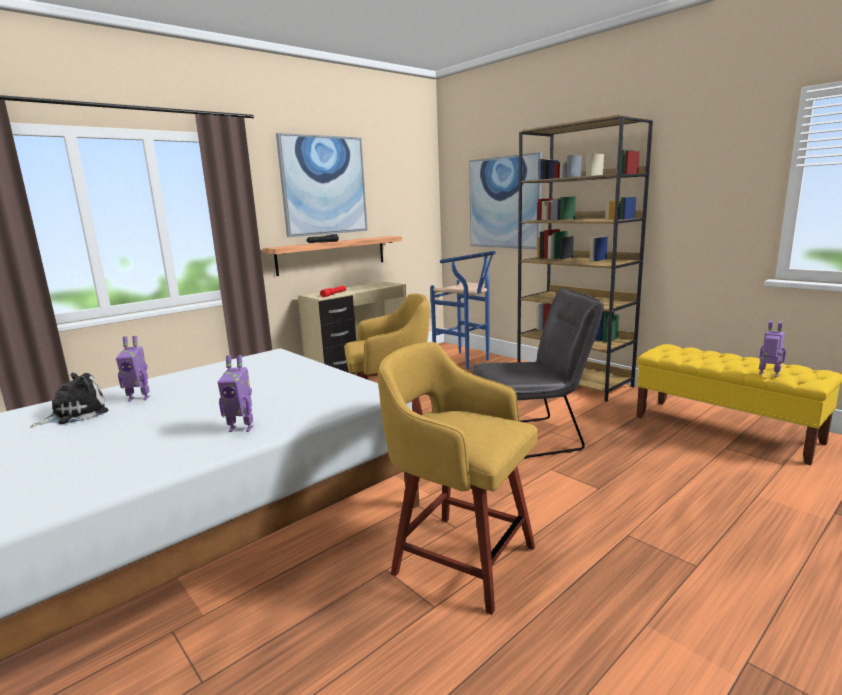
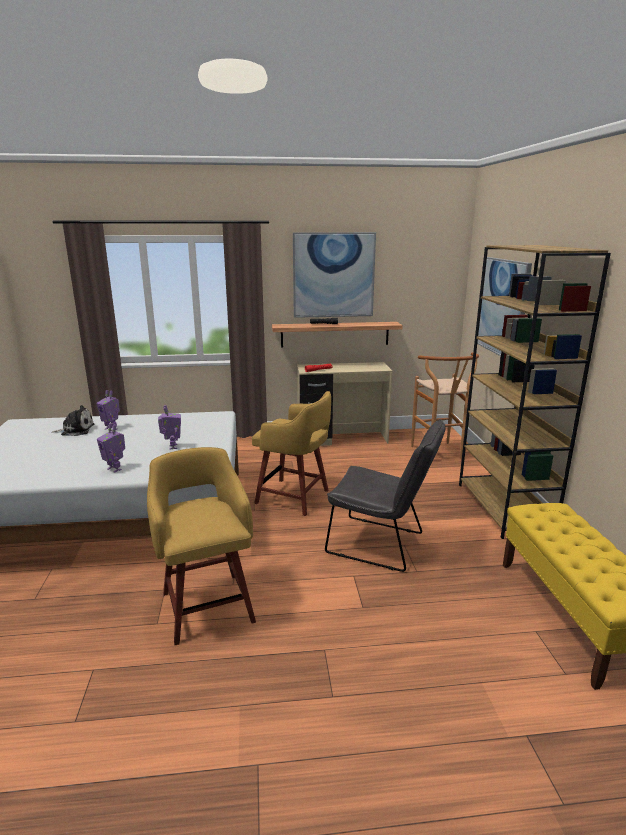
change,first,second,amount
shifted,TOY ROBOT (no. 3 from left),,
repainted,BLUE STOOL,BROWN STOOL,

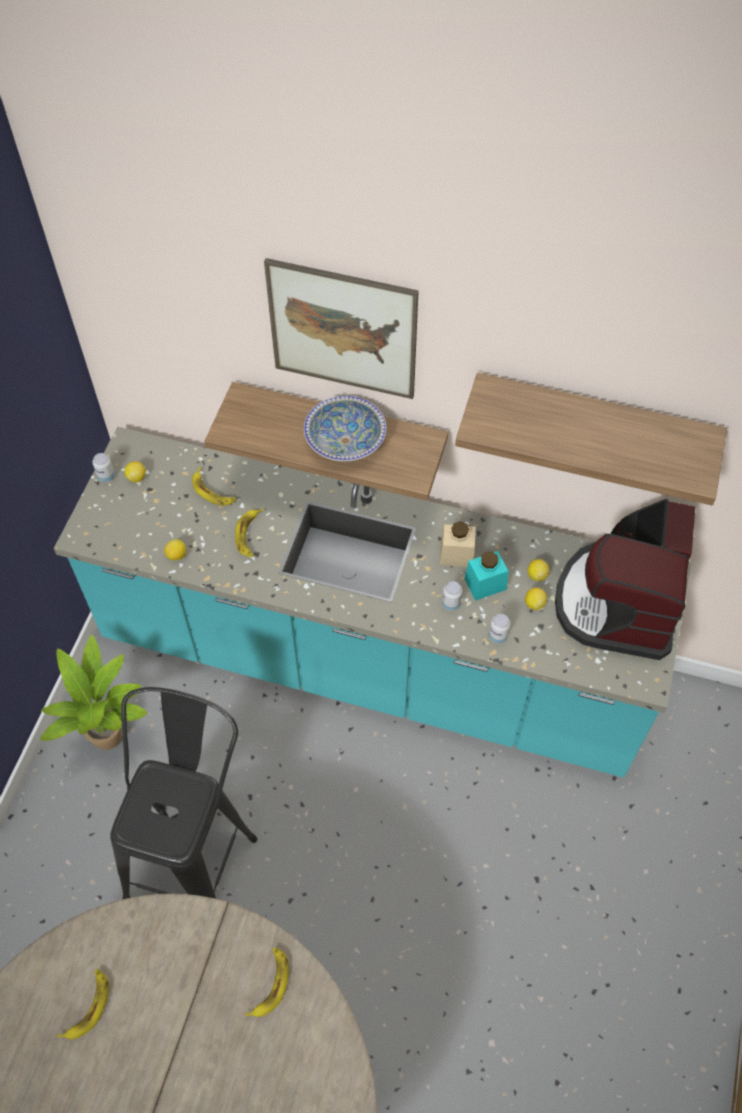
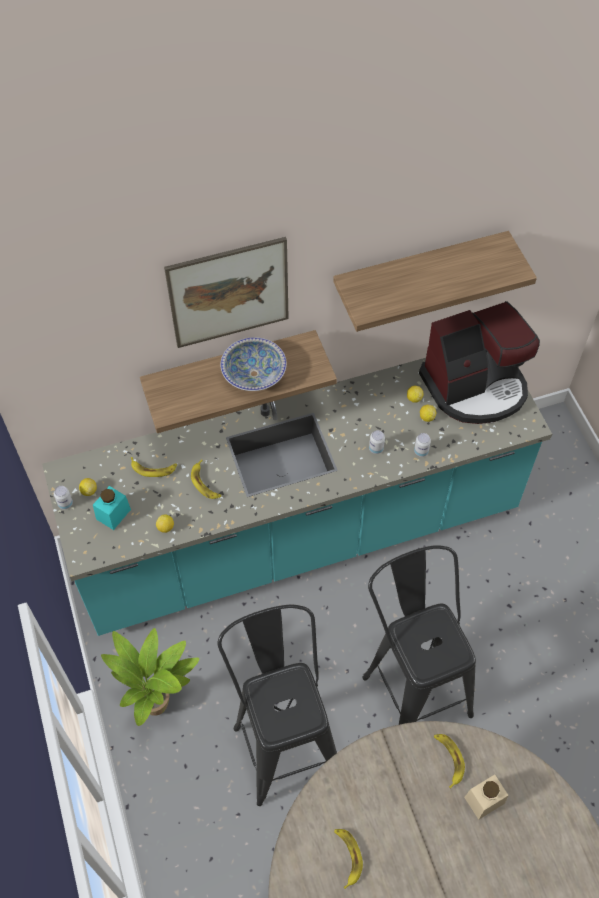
change,first,second,amount
shifted,TURQUOISE JAR,,
new,,BLACK STOOL (no. 2 from left),
rotated,COFFEE MACHINE,,90 degrees counterclockwise
shifted,BEIGE JAR,,

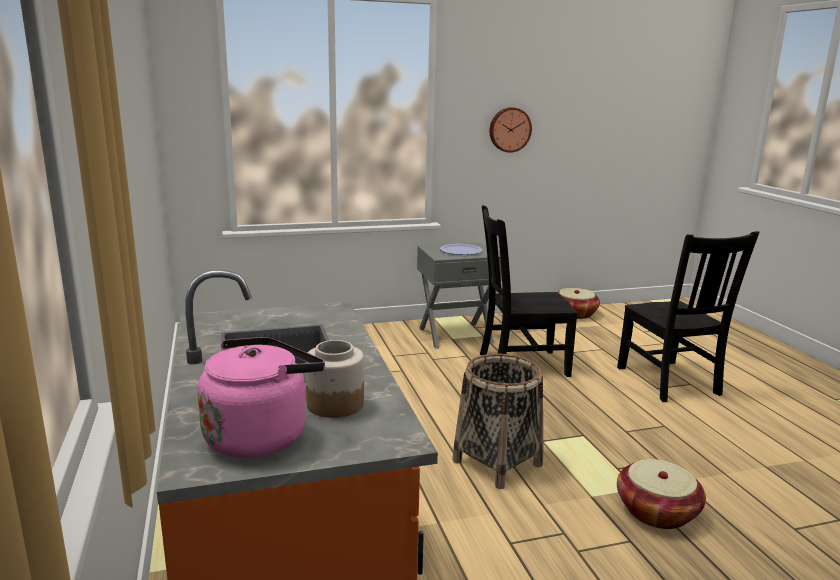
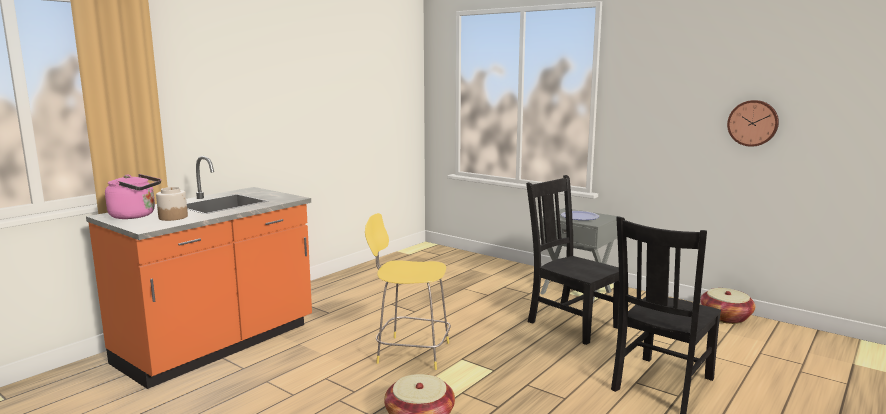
change,first,second,amount
swapped,BASKET (no. 1 from left),YELLOW STOOL,
shifted,WALL CLOCK,,

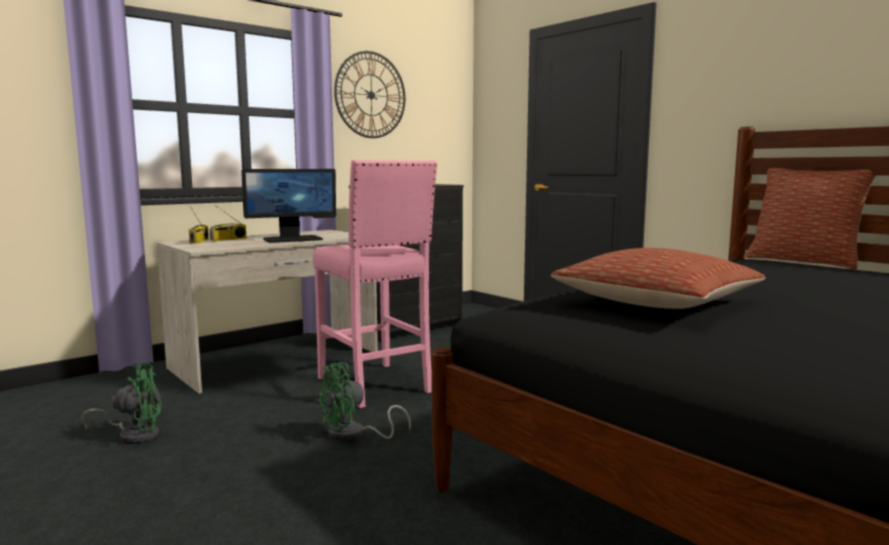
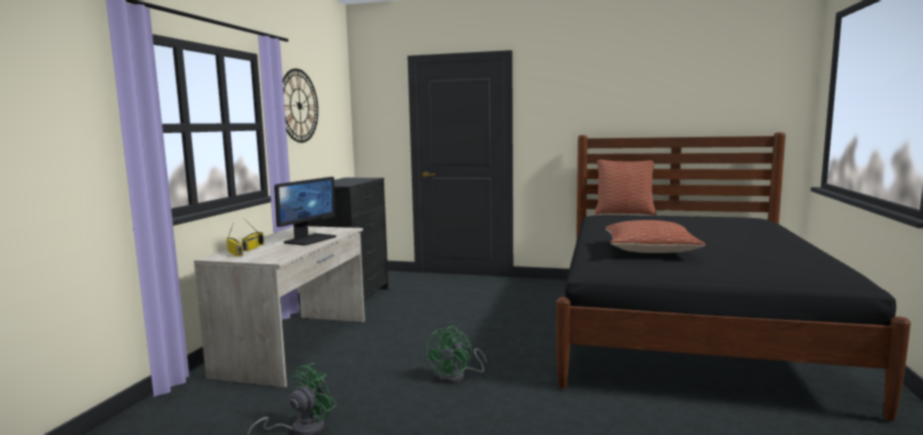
change,first,second,amount
gone,PINK STOOL,,

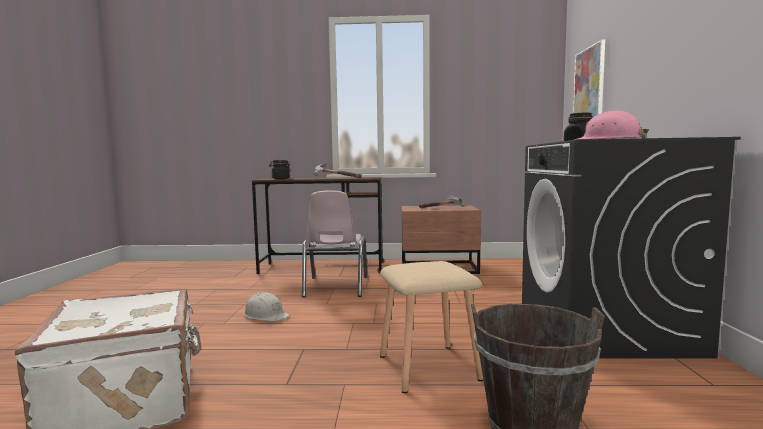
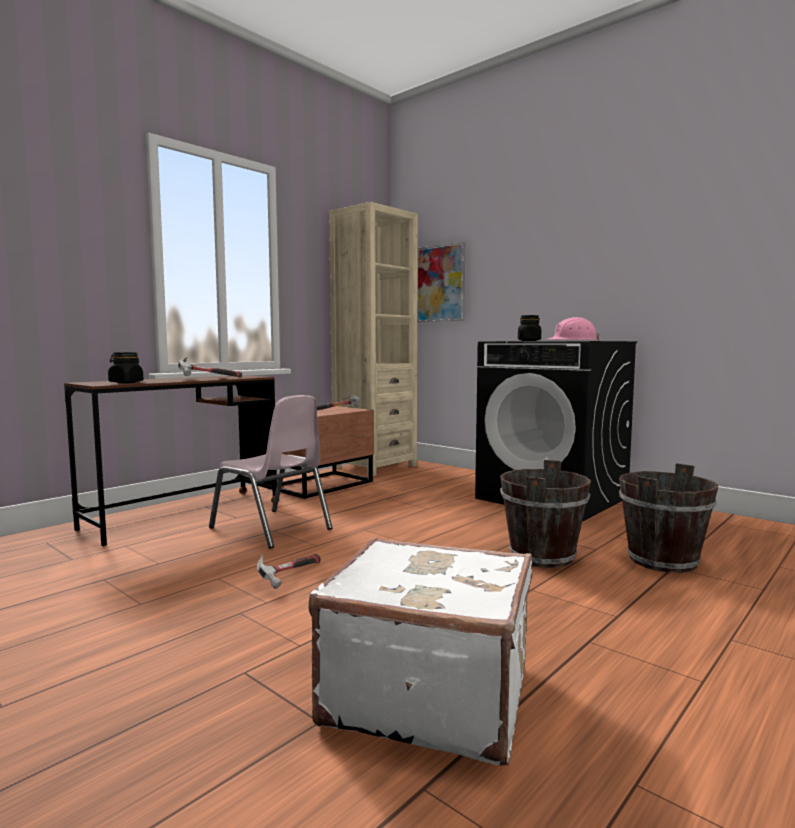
change,first,second,amount
swapped,WHITE HARD HAT,HAMMER (no. 2 from left),
new,,BEIGE BOOKCASE,
swapped,BEIGE STOOL,BROWN BUCKET (no. 1 from left),

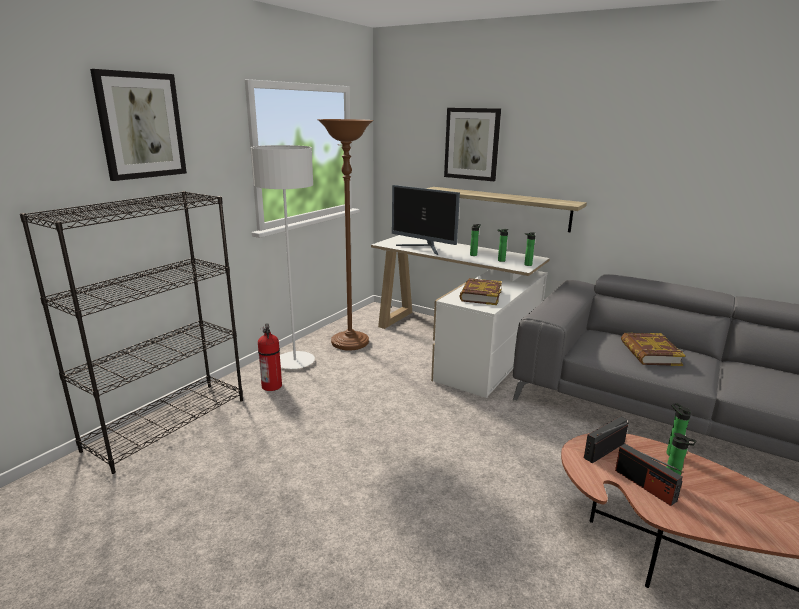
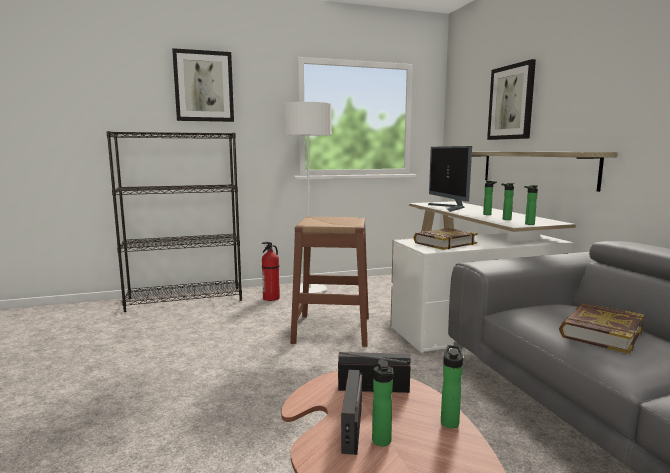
change,first,second,amount
new,,BROWN STOOL,
gone,BROWN FLOOR LAMP,,

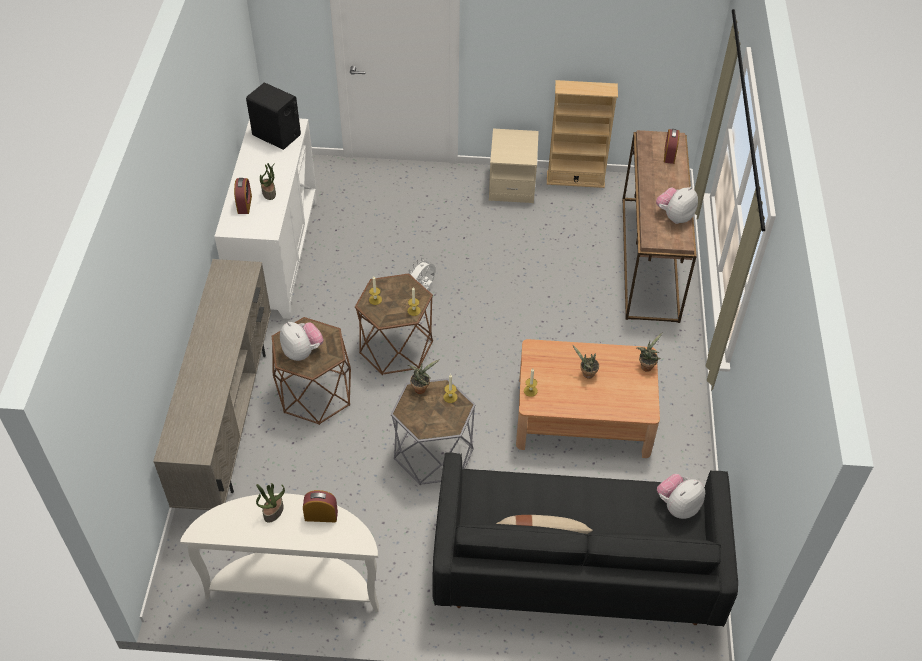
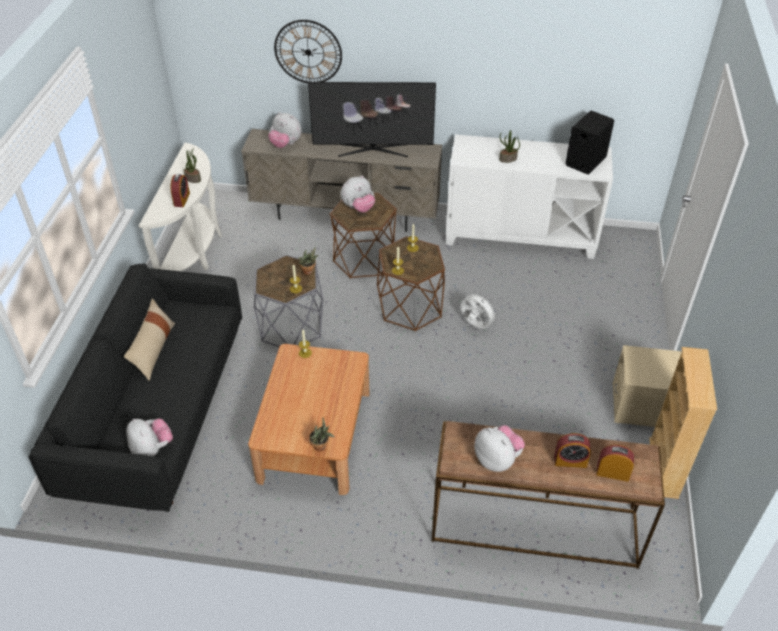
change,first,second,amount
new,,PLUSH TOY (no. 2 from left),
new,,WALL CLOCK,
new,,TELEVISION,
shifted,ALARM CLOCK (no. 1 from left in the first image),ALARM CLOCK (no. 2 from left),
gone,POTTED PLANT (no. 4 from left),,

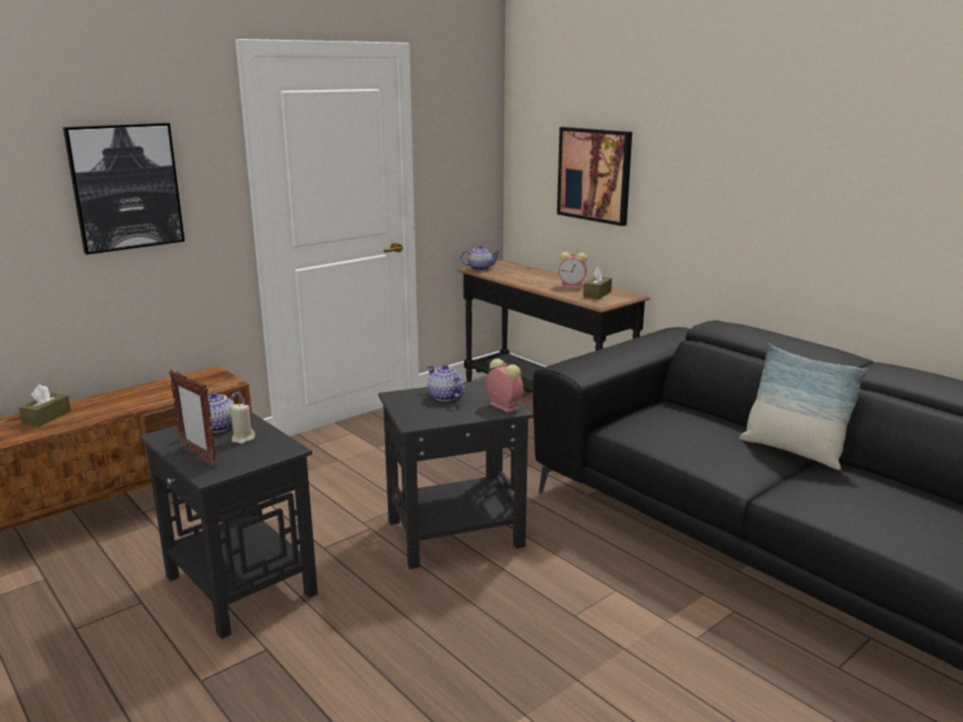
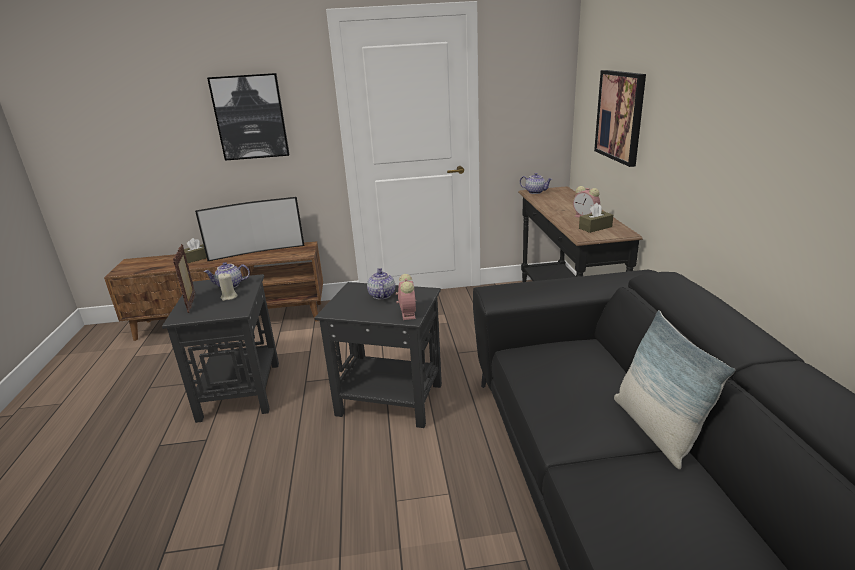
change,first,second,amount
new,,TELEVISION,

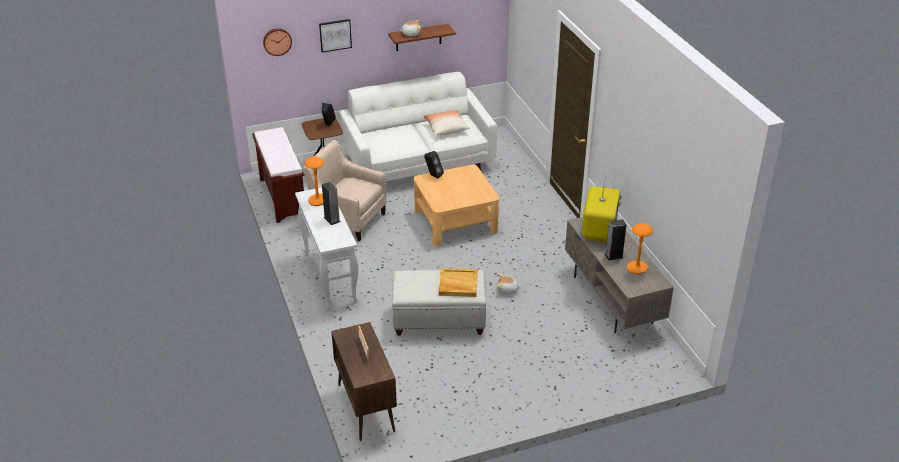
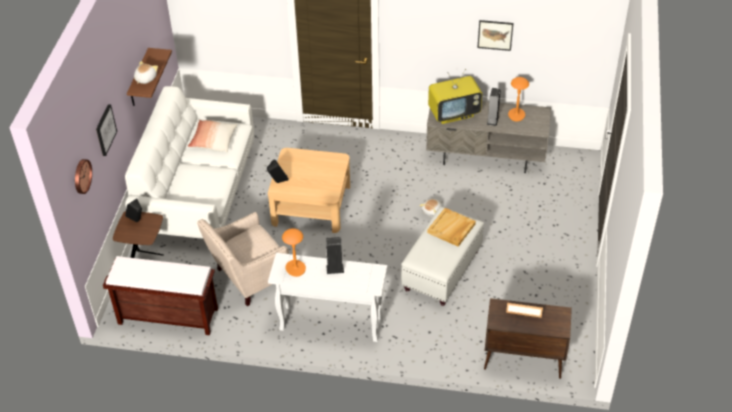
change,first,second,amount
rotated,TELEVISION,,120 degrees clockwise
new,,PICTURE (no. 2 from left),

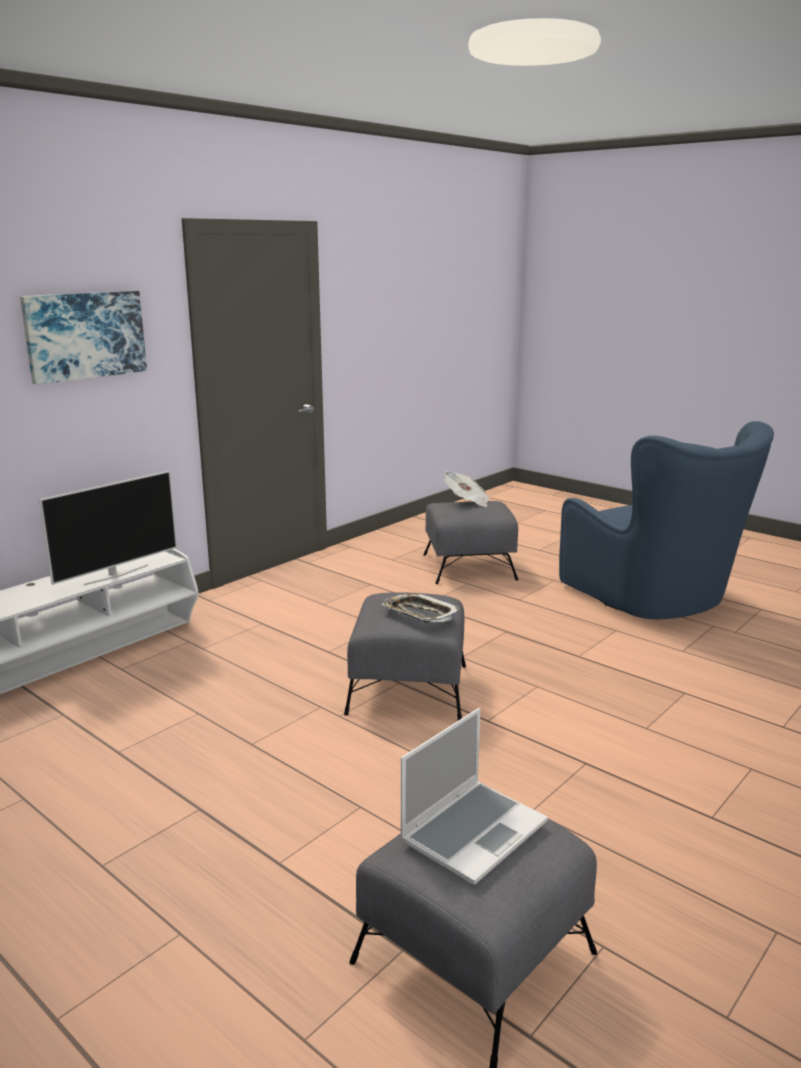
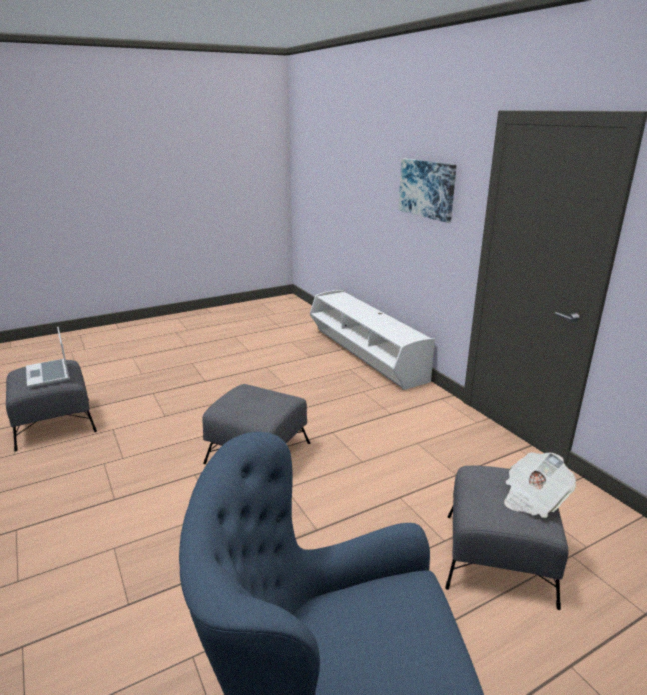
change,first,second,amount
gone,TELEVISION,,
gone,TRAY,,

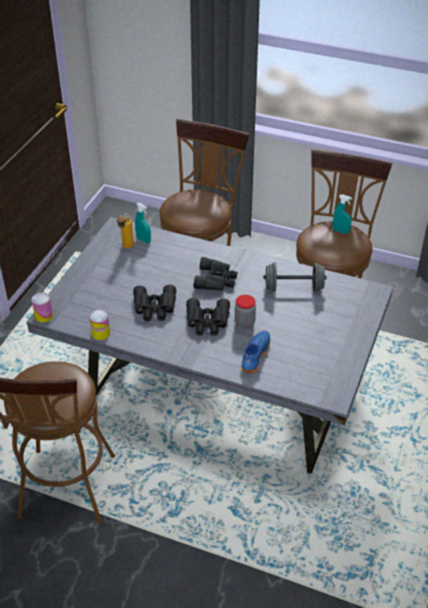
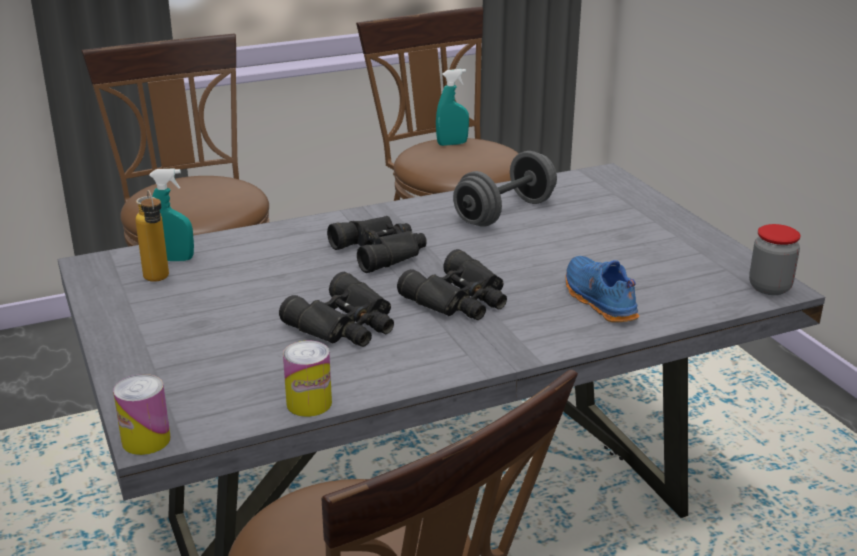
change,first,second,amount
shifted,JAR,,

